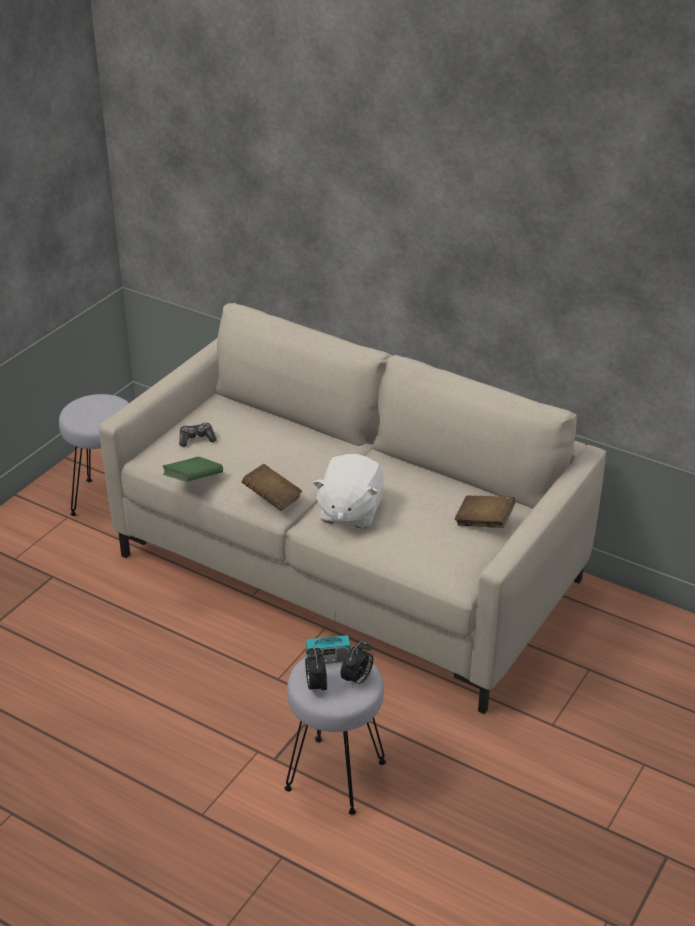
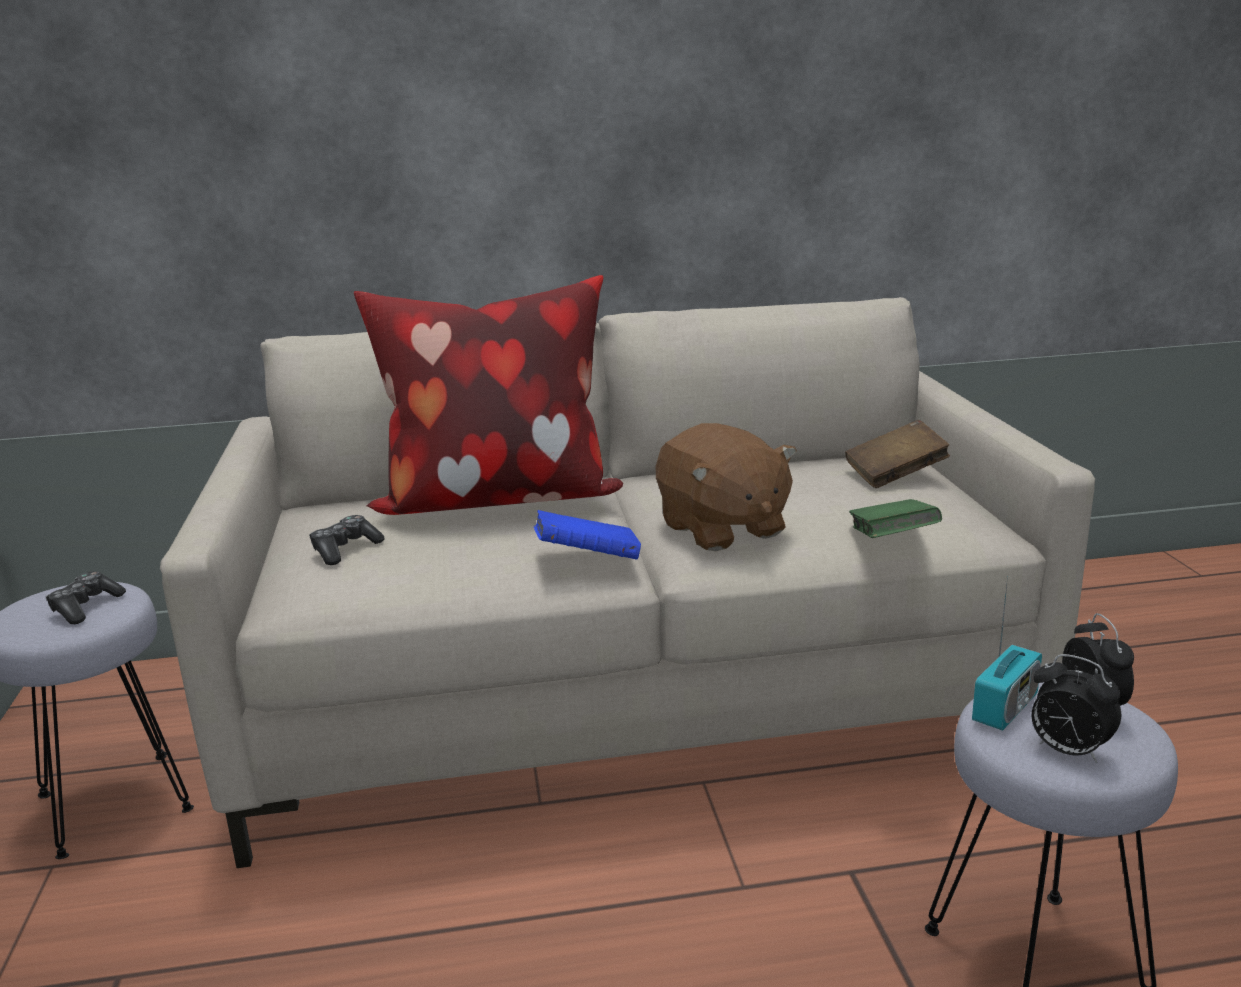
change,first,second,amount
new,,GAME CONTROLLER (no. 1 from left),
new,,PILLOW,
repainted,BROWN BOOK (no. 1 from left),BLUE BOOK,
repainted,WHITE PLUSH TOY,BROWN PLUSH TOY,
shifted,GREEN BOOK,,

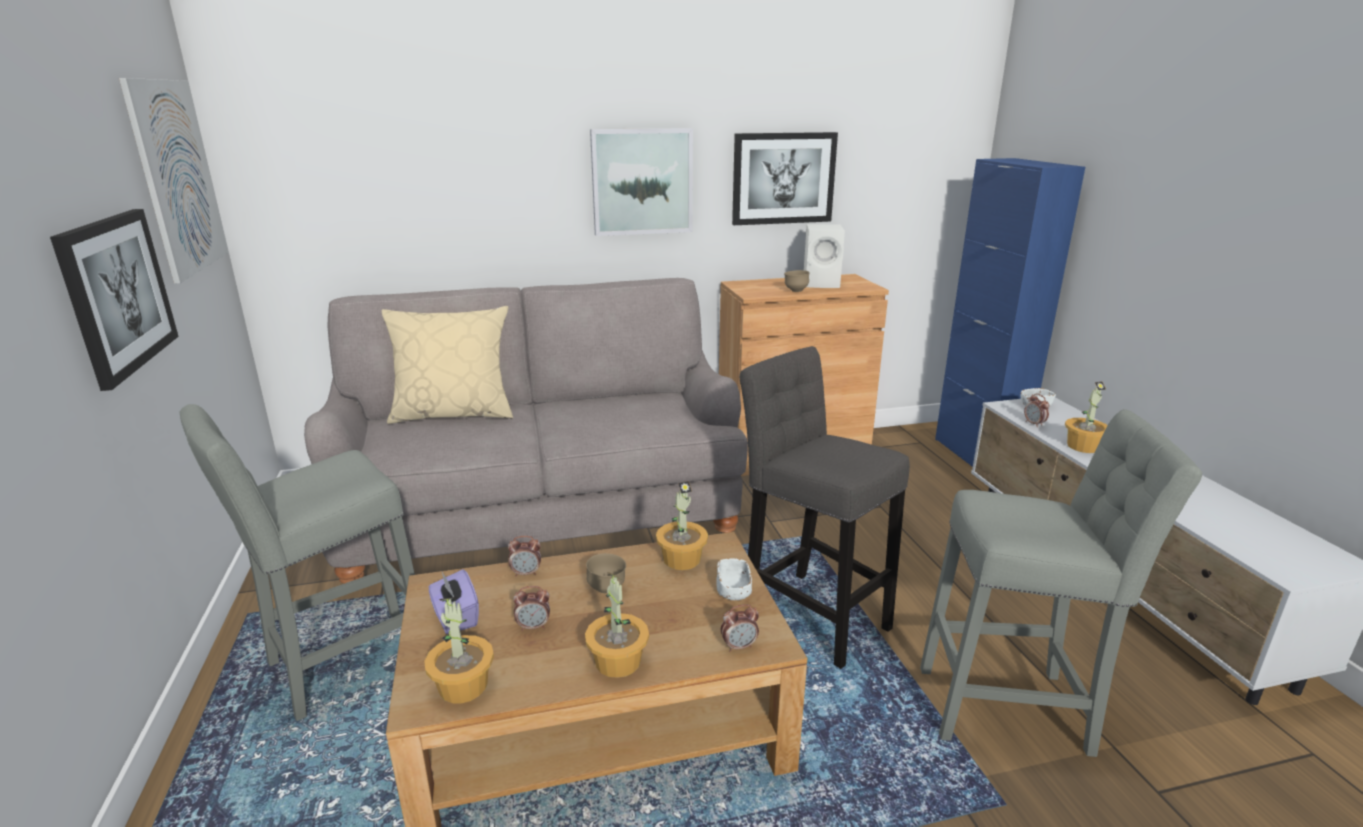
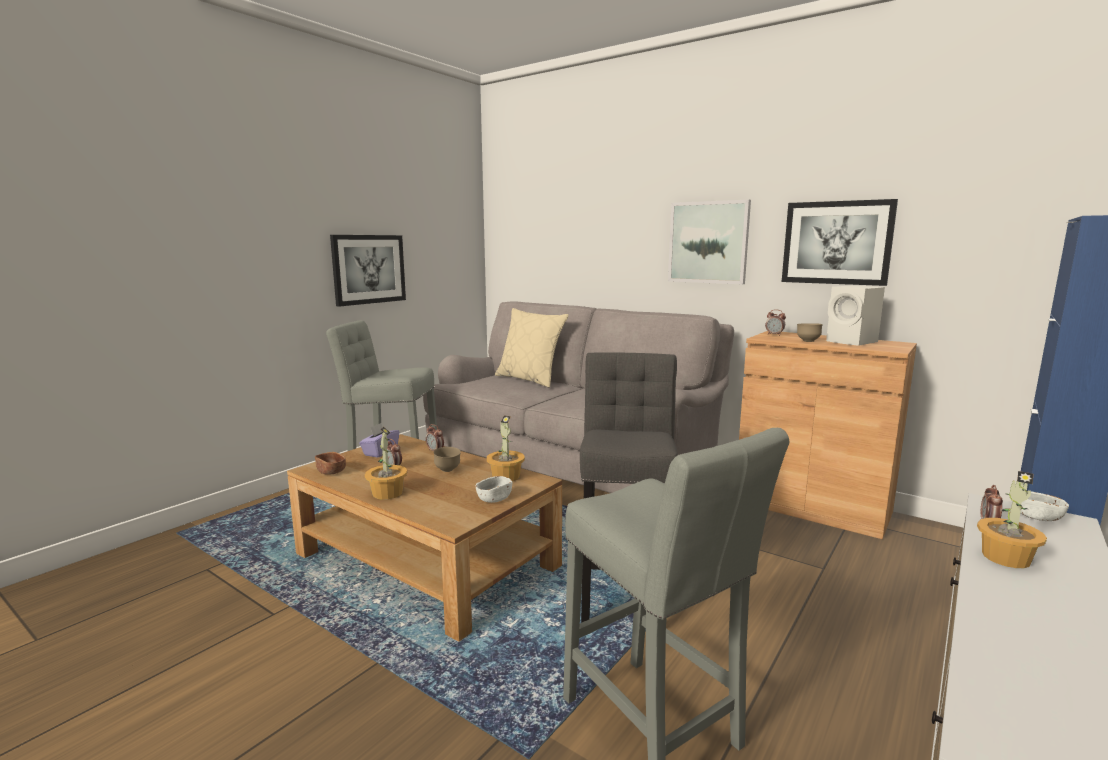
change,first,second,amount
swapped,POTTED PLANT (no. 1 from left),BROWN BOWL (no. 1 from left),
shifted,ALARM CLOCK (no. 3 from left),,
gone,PICTURE (no. 2 from left),,

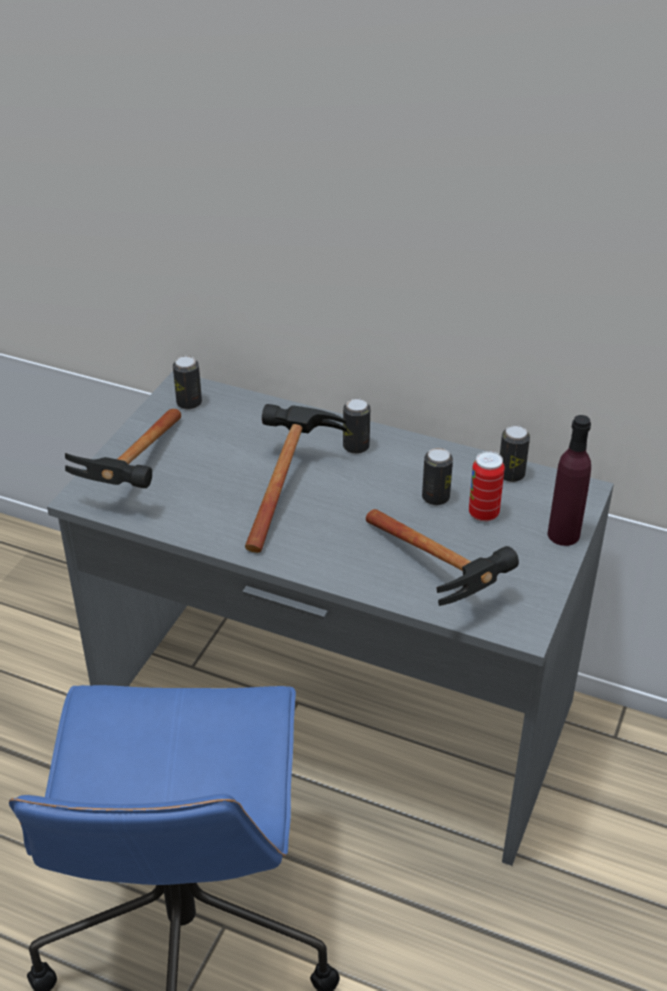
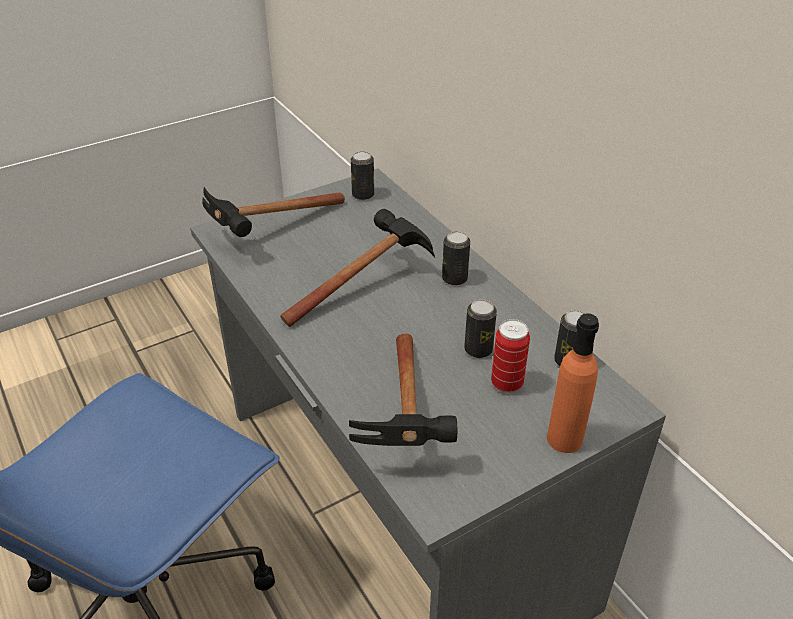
change,first,second,amount
repainted,PURPLE BOTTLE,ORANGE BOTTLE,

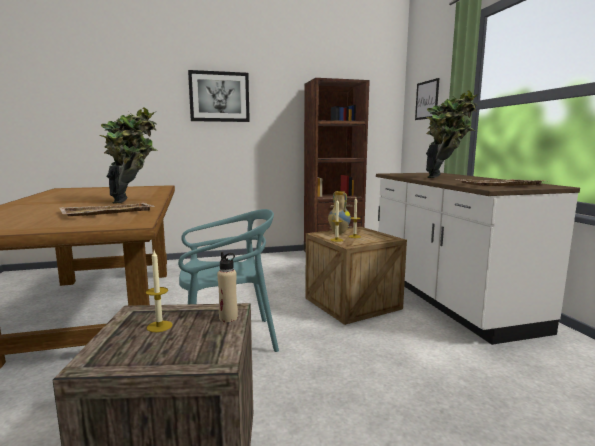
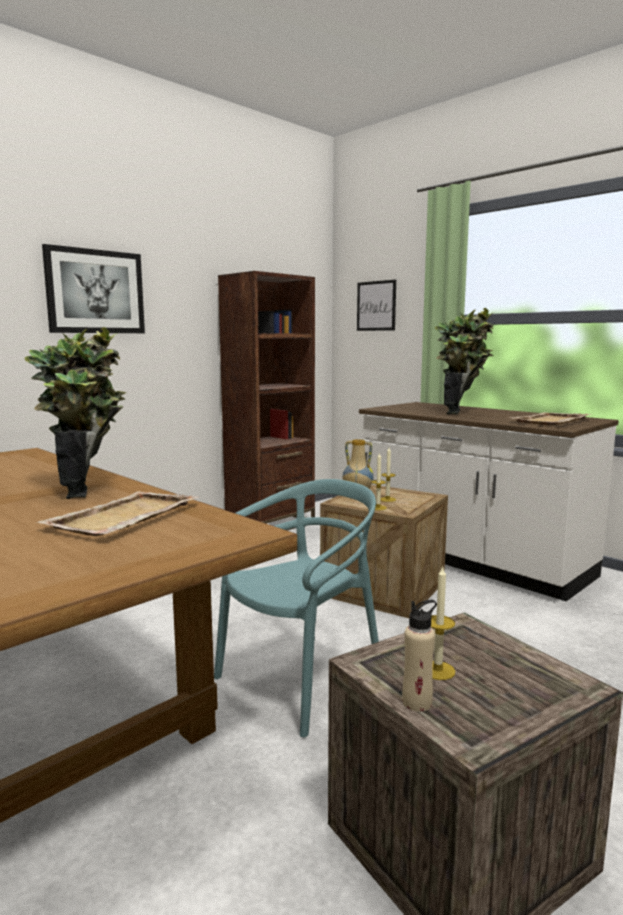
change,first,second,amount
shifted,BEIGE BOTTLE,,

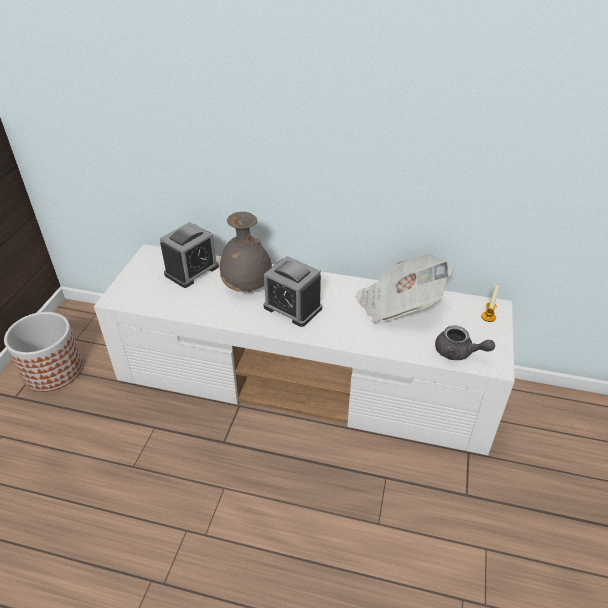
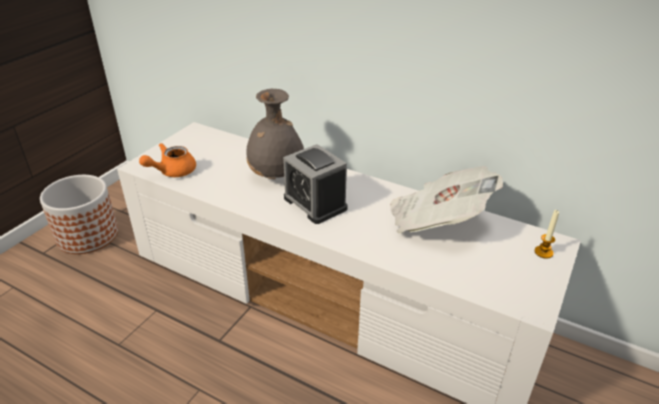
change,first,second,amount
new,,ORANGE TEAPOT,
gone,ALARM CLOCK (no. 1 from left),,
gone,GREY TEAPOT,,

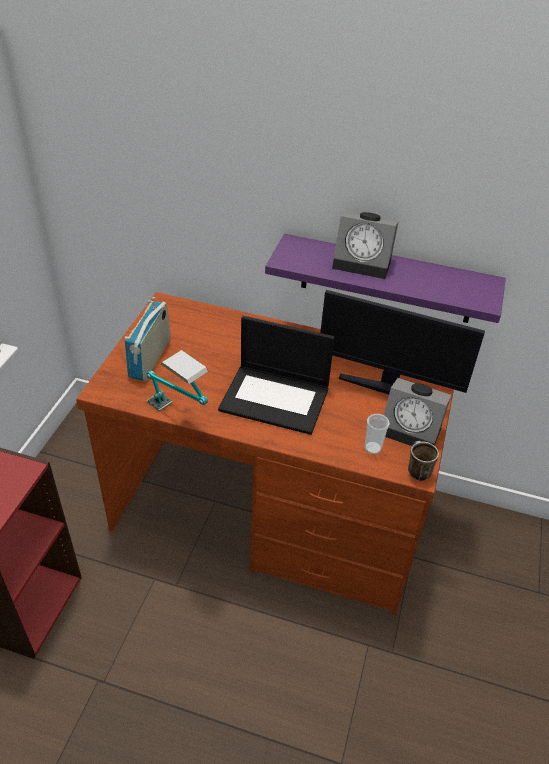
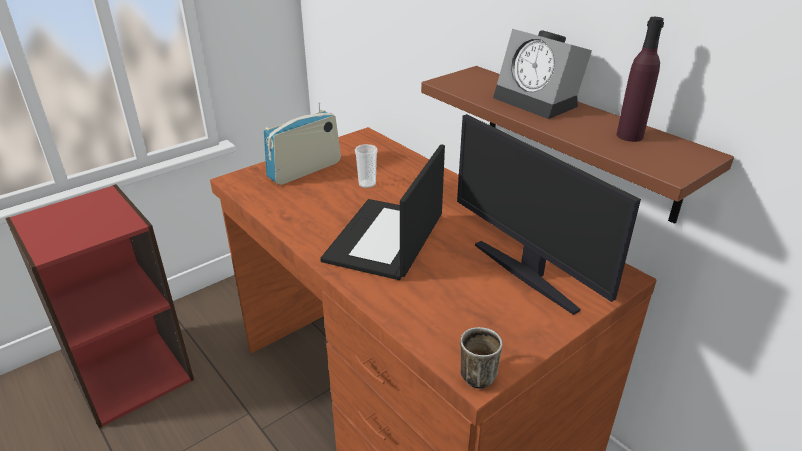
change,first,second,amount
rotated,LAPTOP,,60 degrees clockwise
shifted,CUP,,
repainted,PURPLE SHELF,BROWN SHELF,
new,,PURPLE BOTTLE,
gone,TABLE LAMP,,
gone,ALARM CLOCK (no. 2 from left),,

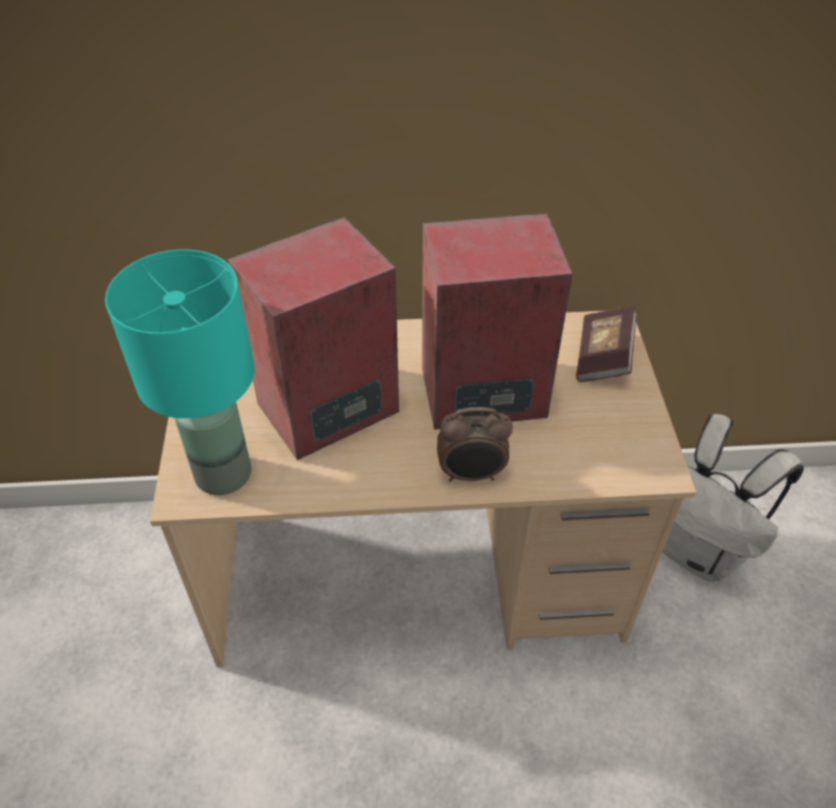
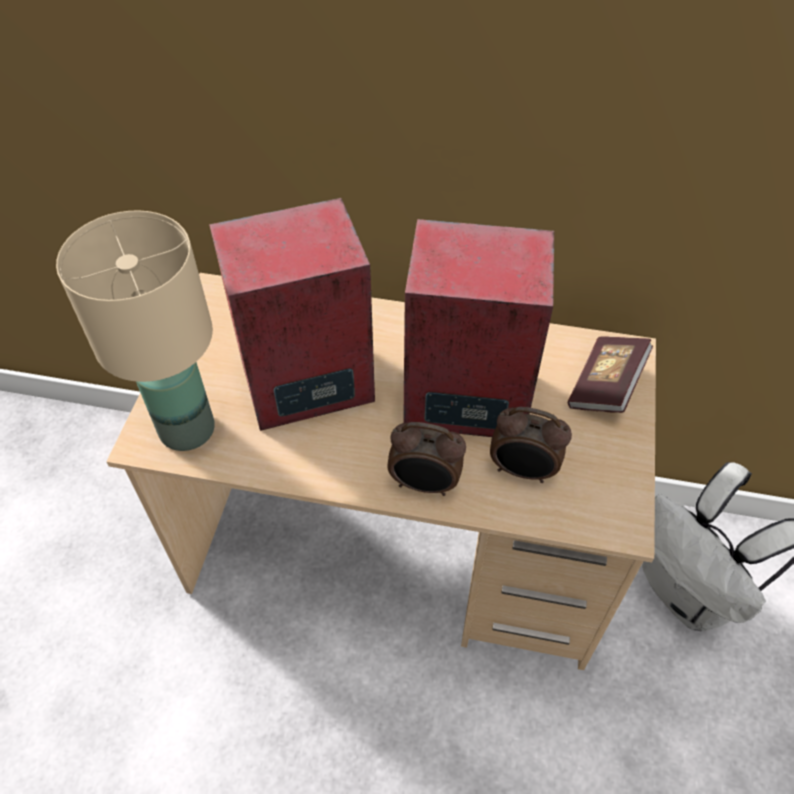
change,first,second,amount
repainted,TURQUOISE TABLE LAMP,BEIGE TABLE LAMP,
new,,ALARM CLOCK (no. 2 from left),

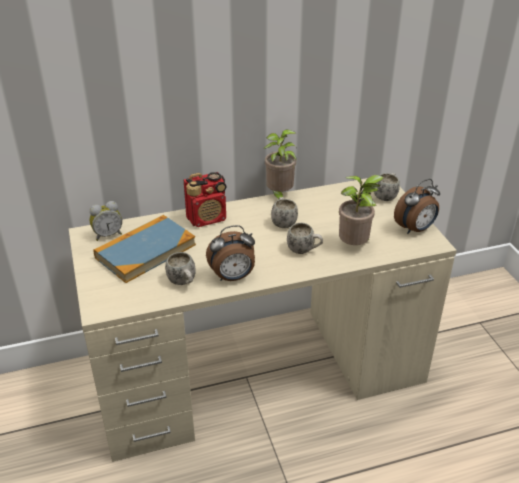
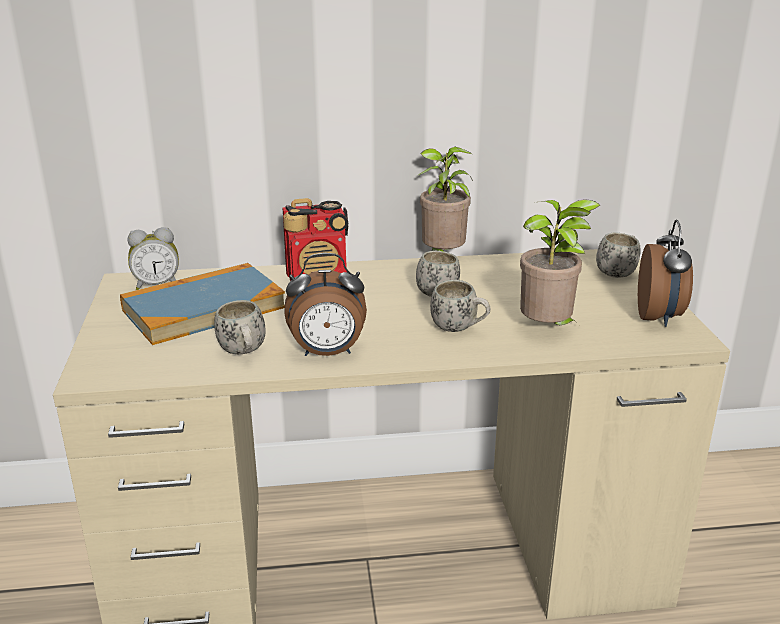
change,first,second,amount
rotated,ALARM CLOCK (no. 3 from left),,60 degrees counterclockwise

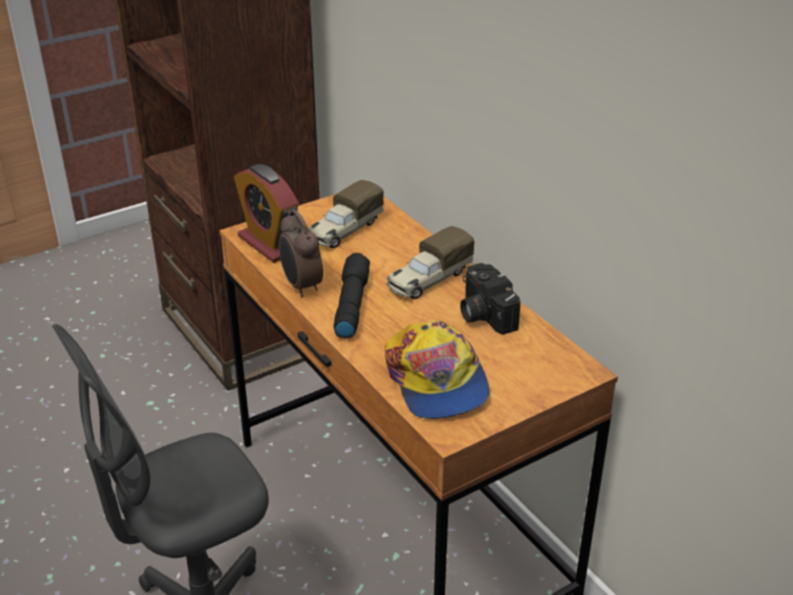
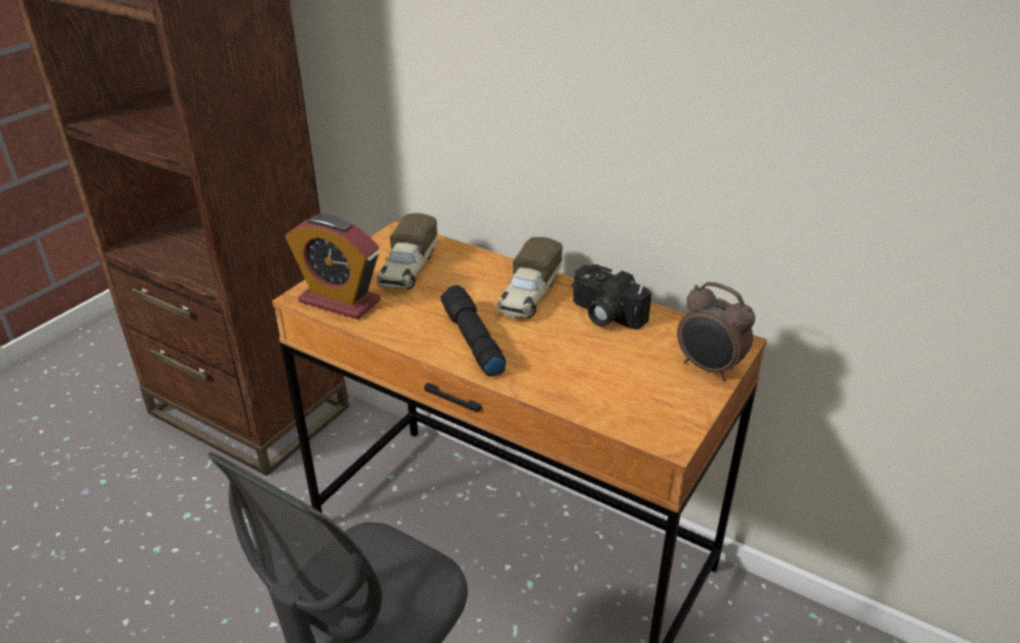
change,first,second,amount
shifted,ALARM CLOCK (no. 2 from left),,
gone,CAP,,

